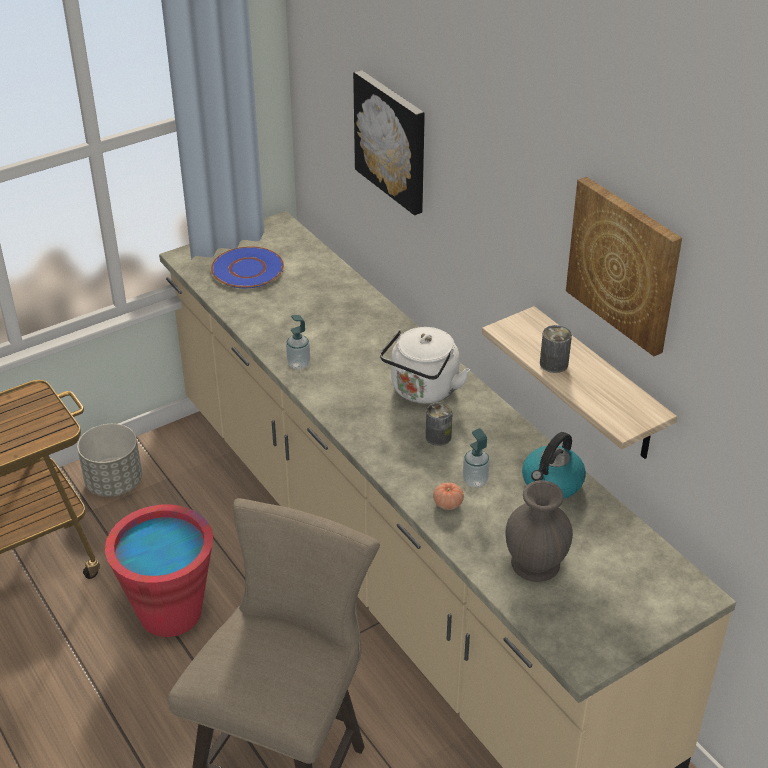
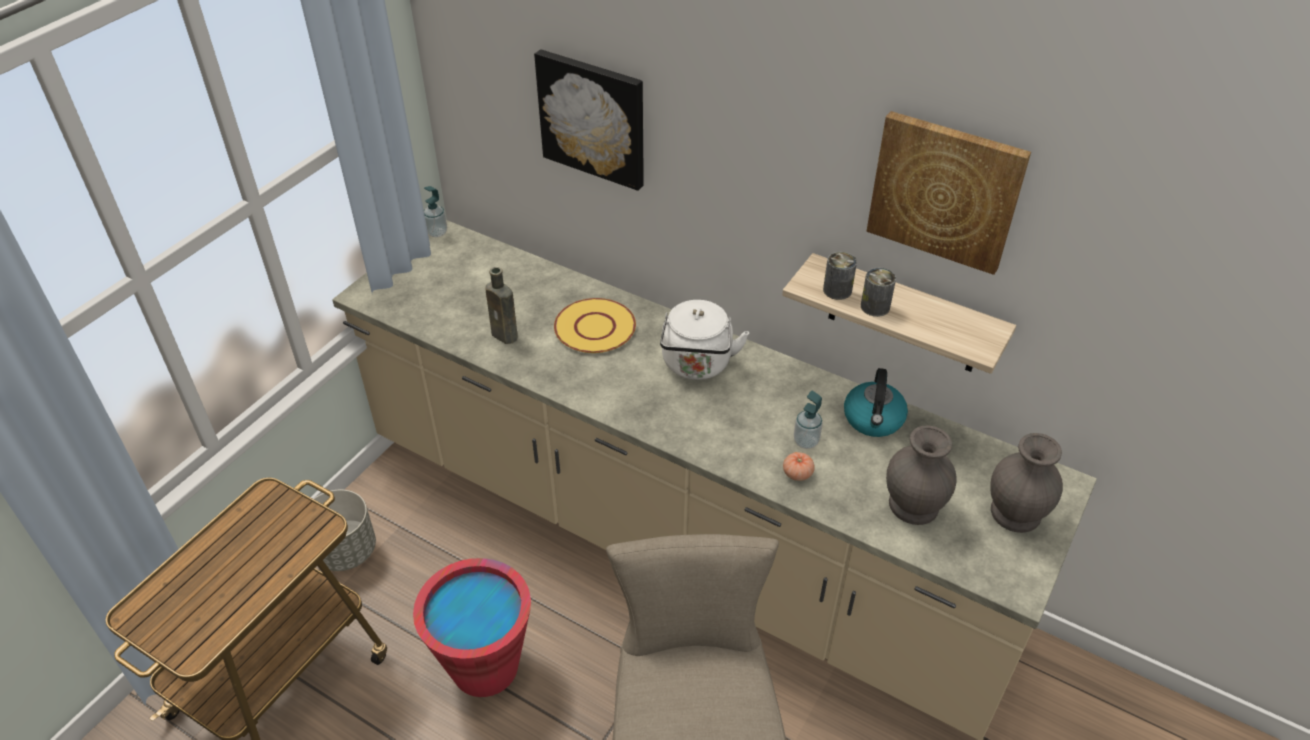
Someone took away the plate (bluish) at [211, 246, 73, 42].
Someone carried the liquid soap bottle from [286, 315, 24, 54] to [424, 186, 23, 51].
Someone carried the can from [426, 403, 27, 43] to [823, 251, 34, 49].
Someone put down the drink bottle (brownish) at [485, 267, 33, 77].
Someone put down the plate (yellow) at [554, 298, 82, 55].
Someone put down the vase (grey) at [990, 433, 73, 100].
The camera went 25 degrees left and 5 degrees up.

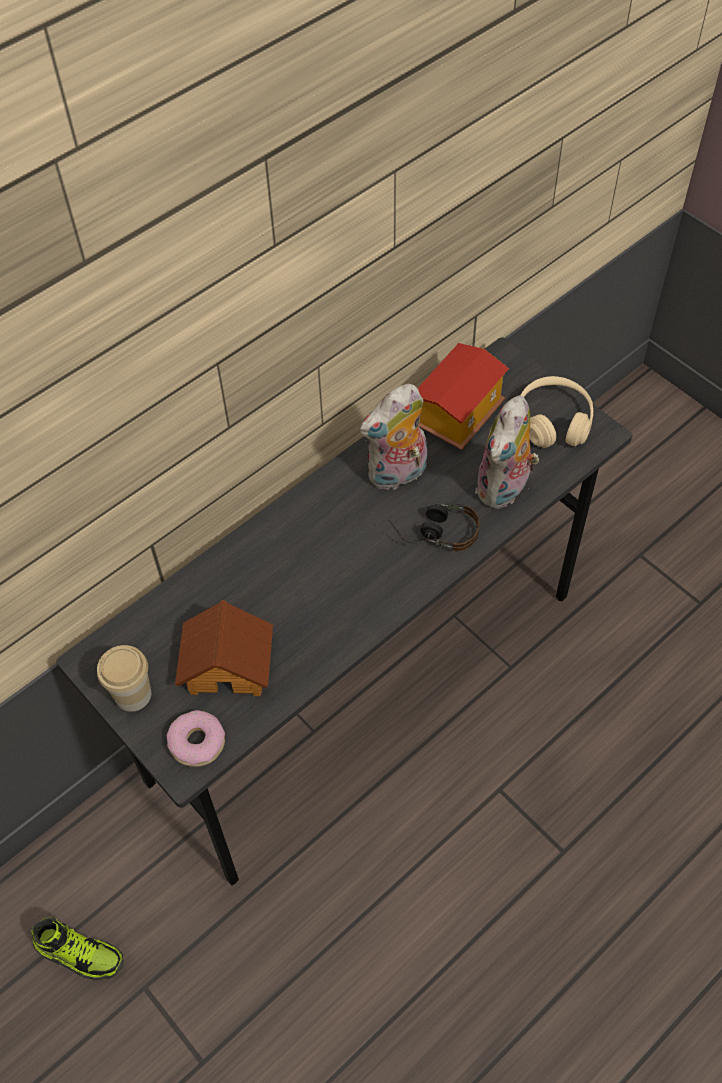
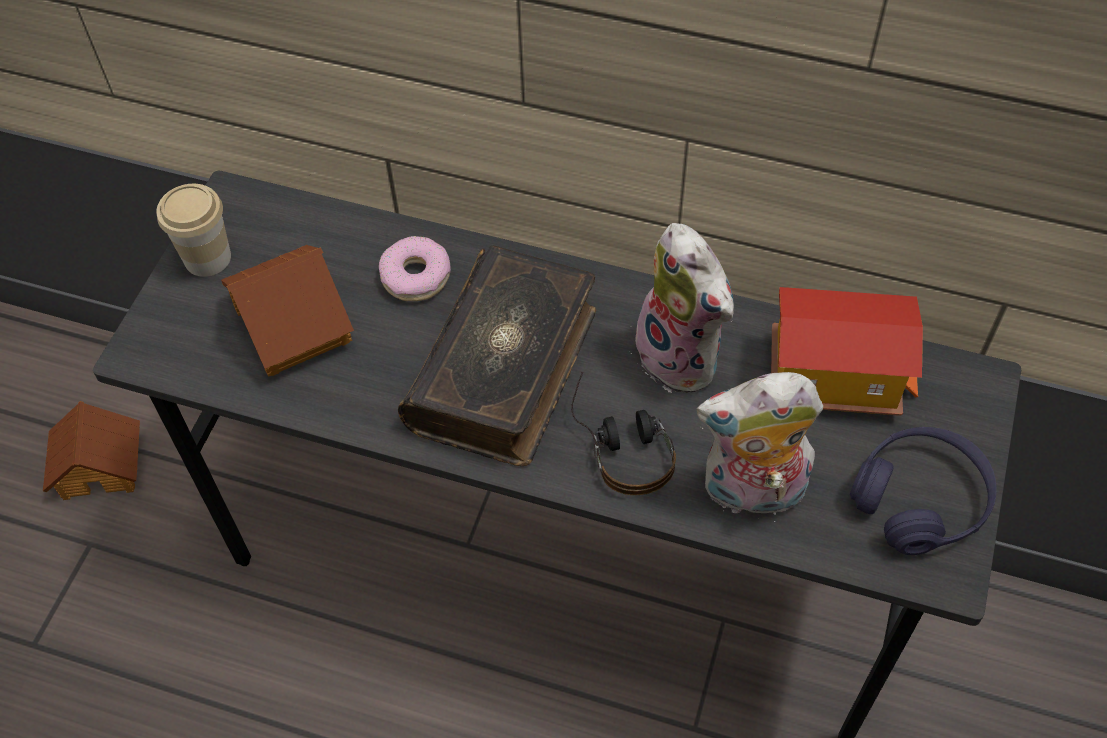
Someone repainted the headset (beige-coloured) at [520, 376, 73, 72], which became the headset (purple-coloured) at [850, 427, 147, 128].
Someone rotated the plush toy at [360, 384, 69, 106] by 150 degrees counterclockwise.
Someone carried the ring doughnut from [167, 710, 58, 57] to [379, 236, 72, 65].
Someone swapped the low shoe at [32, 917, 92, 63] for the miniature house at [43, 401, 97, 99].
Someone put down the bound book at [398, 245, 198, 221].
The camera went 60 degrees right and 0 degrees up.

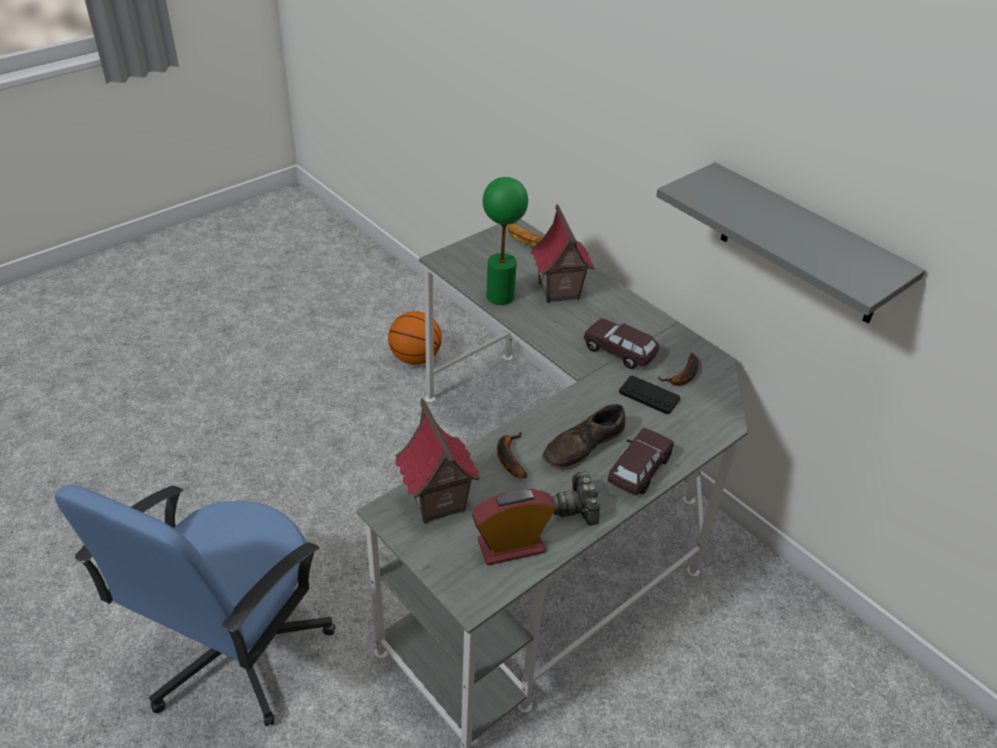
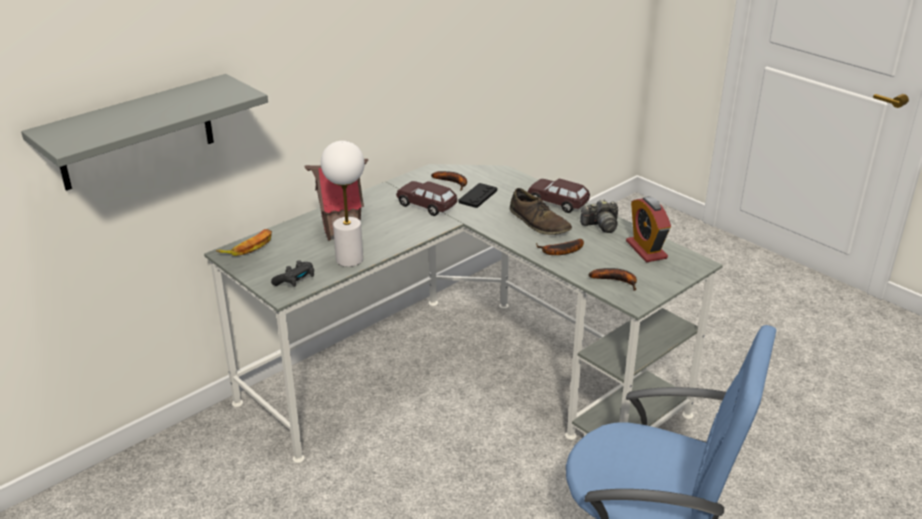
Someone carried the bracket shelf (grey) from [656, 162, 270, 161] to [21, 74, 247, 117].
Someone repainted the lamp for a table (greenish) at [483, 177, 45, 128], which became the lamp for a table (whitish) at [321, 141, 43, 126].
Someone took away the basketball ball at [388, 311, 54, 54].
Someone rotated the toy car (brownish) at [584, 319, 75, 50] by 90 degrees clockwise.
Someone swapped the miniature house at [395, 398, 85, 126] for the banana at [588, 268, 49, 23].
Someone put down the game controller (blackish) at [271, 260, 43, 27].
The camera went 90 degrees left and 10 degrees down.

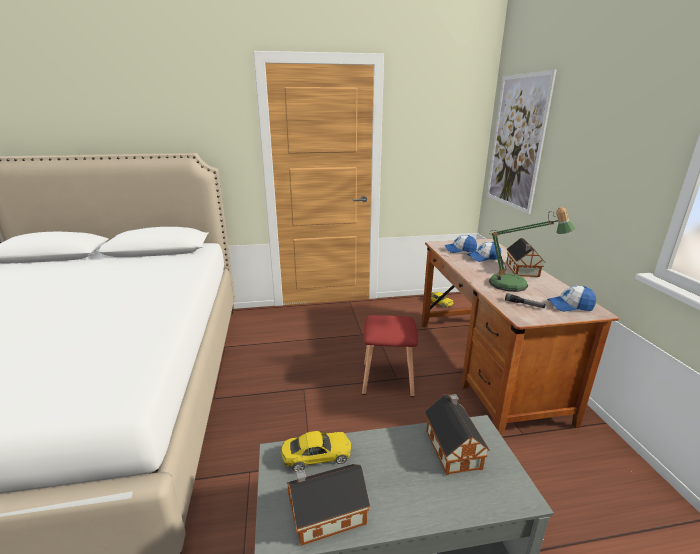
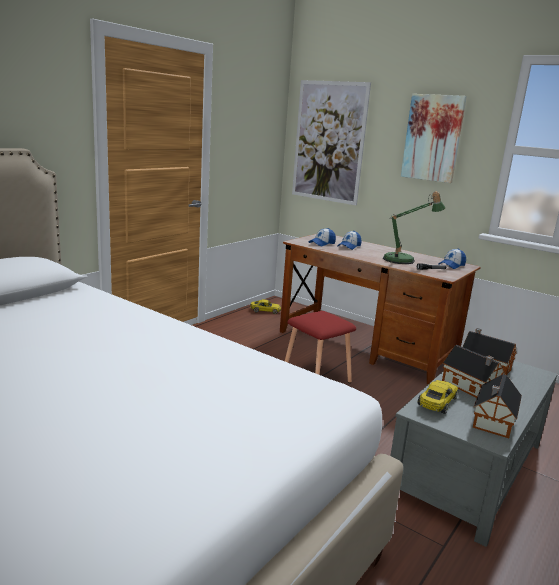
Someone carried the miniature house from [506, 238, 40, 39] to [442, 345, 64, 53].
Someone put up the picture at [401, 94, 66, 89].
The camera went 45 degrees left and 5 degrees down.

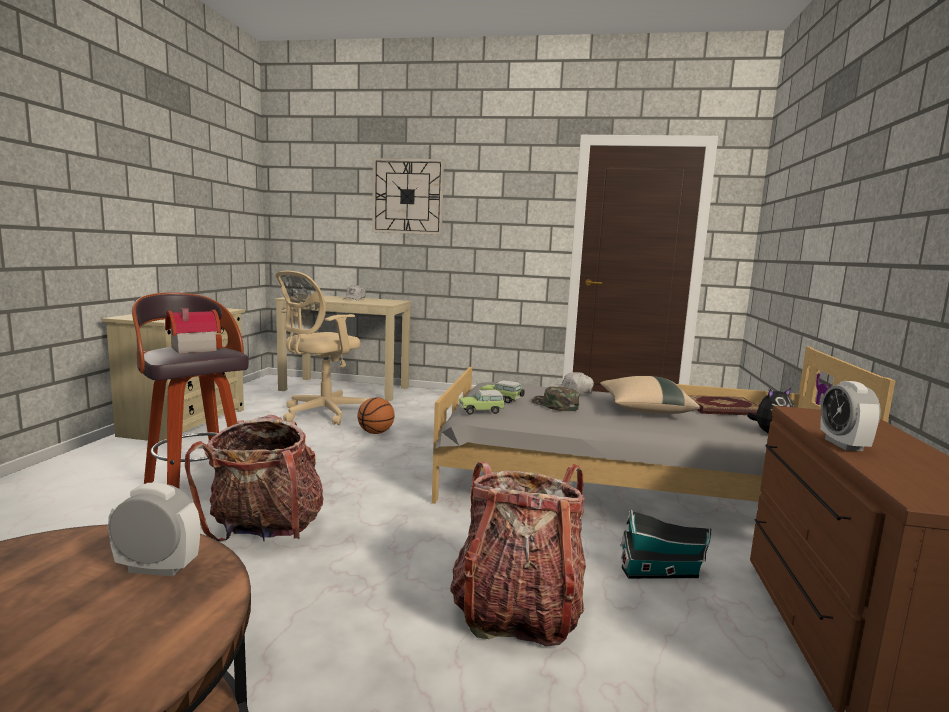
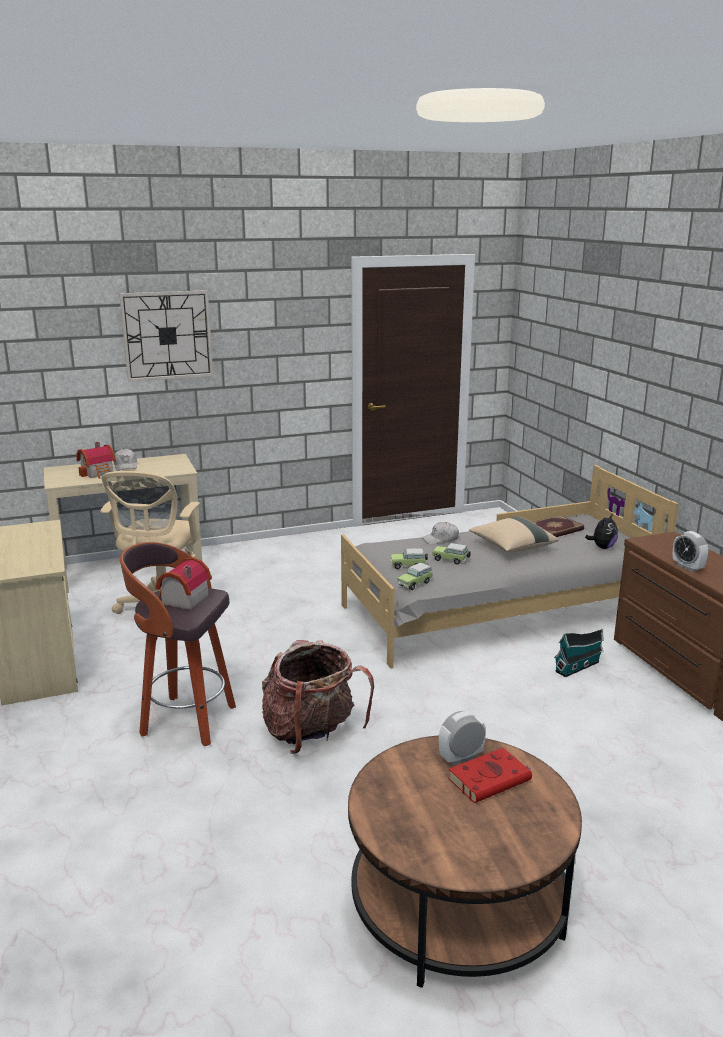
Someone swapped the cap (greenish) at [532, 387, 47, 24] for the toy car at [432, 543, 39, 22].
Someone took away the basketball ball at [357, 397, 38, 37].
Someone took away the rucksack at [450, 462, 136, 185].
Someone put down the miniature house at [77, 442, 39, 37].
Someone put down the bound book (red) at [448, 748, 84, 55].
The camera went 30 degrees left and 10 degrees up.

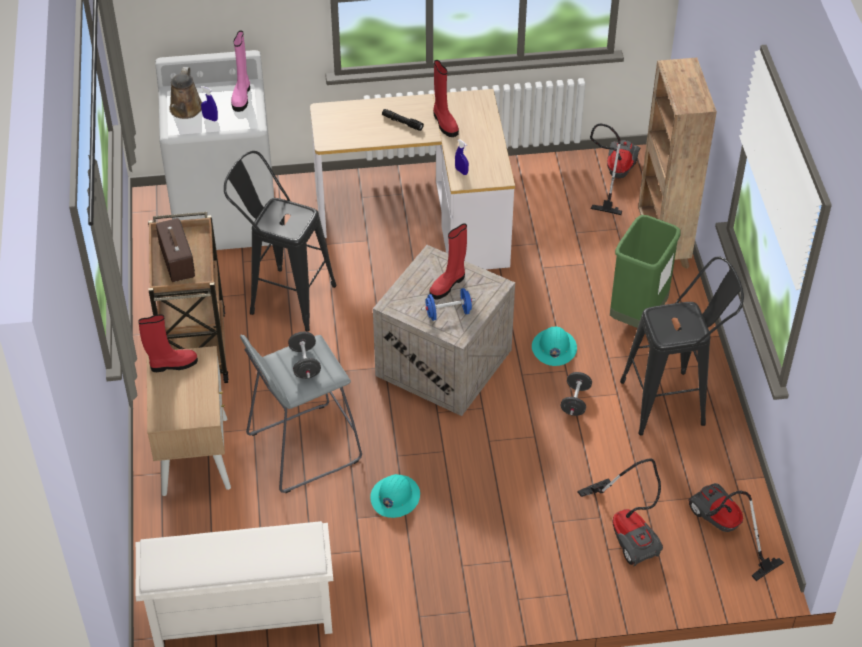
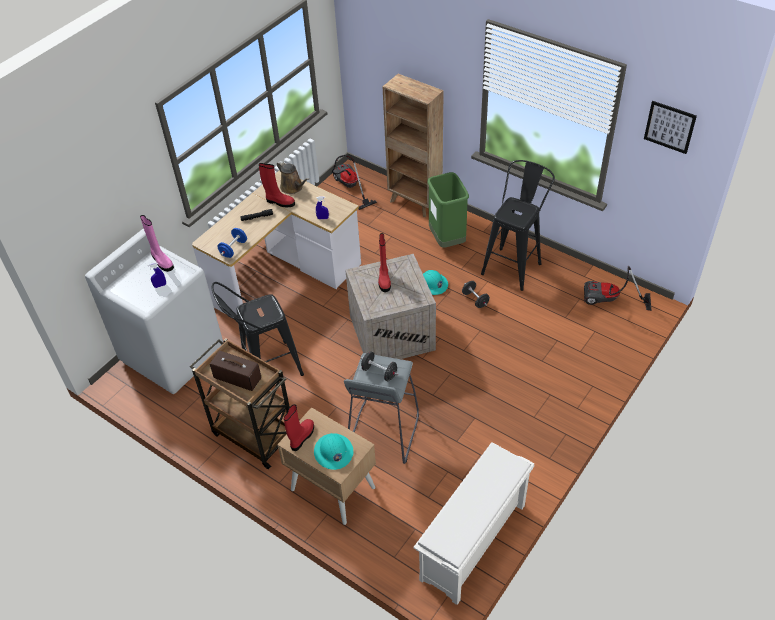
Someone carried the watering pot (brownish) from [169, 67, 33, 52] to [277, 161, 32, 33].
Someone carried the free weight (bluish) from [421, 288, 55, 33] to [218, 228, 29, 30].
Someone took away the hoover at [578, 458, 85, 109].
Someone carried the hard hat (turquoise) from [370, 474, 50, 44] to [314, 433, 39, 37].
Someone put up the picture at [644, 101, 53, 53].
The camera went 45 degrees left and 0 degrees up.

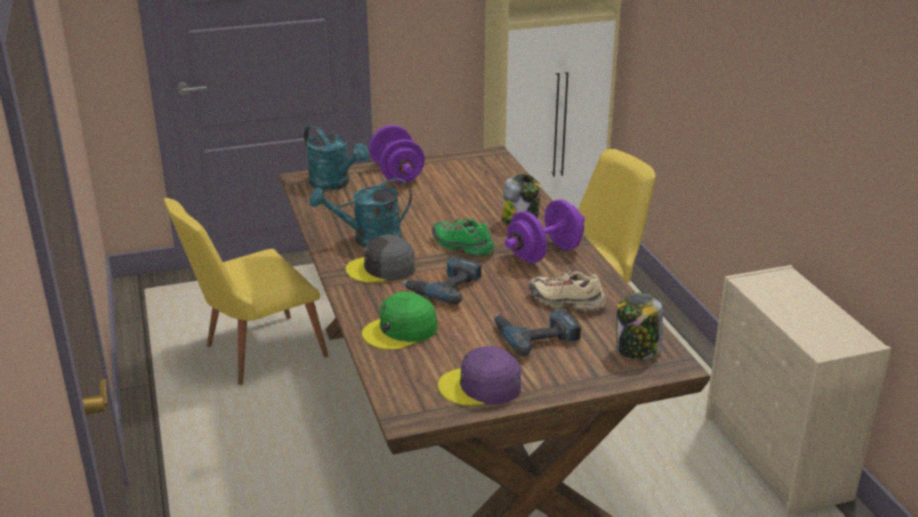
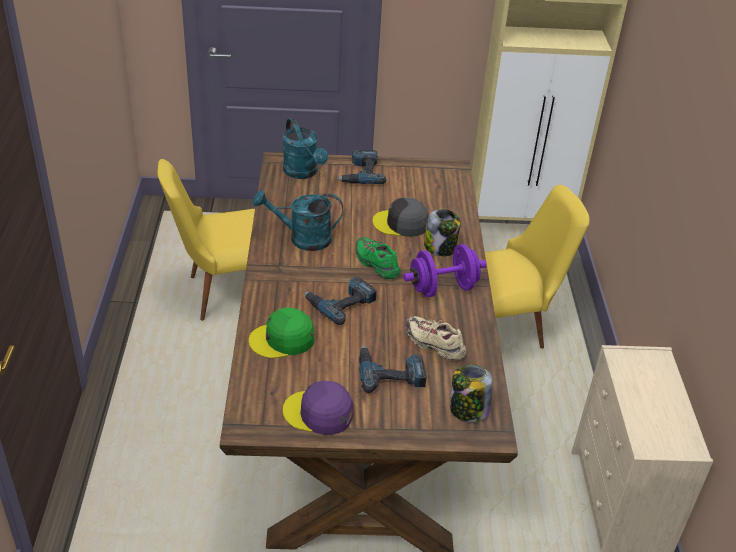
Someone swapped the free weight (purple-coloured) at [369, 125, 56, 59] for the drill at [337, 150, 50, 34].
Someone carried the cap (grey) from [346, 235, 69, 48] to [372, 197, 57, 40].
The camera went 15 degrees right and 10 degrees up.

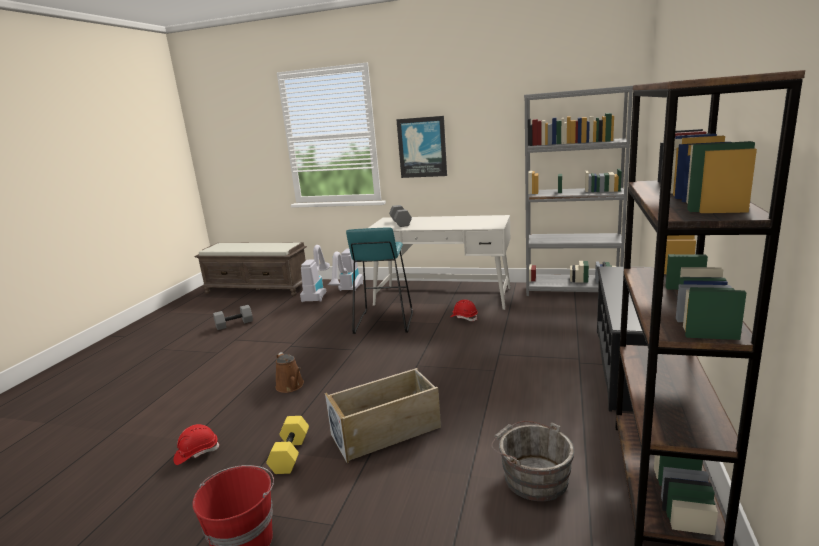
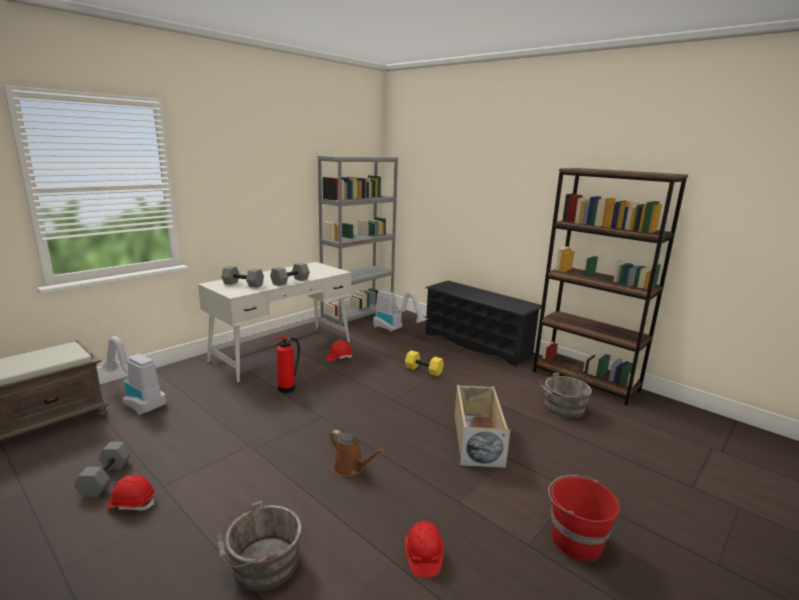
Someone took away the picture at [396, 116, 51, 62].
Someone swapped the stool seat (turquoise) at [346, 227, 67, 107] for the extinguisher at [275, 337, 25, 56].
Someone carried the hoover from [328, 248, 35, 43] to [373, 290, 54, 42].
Someone rotated the watering pot (brownish) at [275, 352, 29, 41] by 45 degrees clockwise.
Someone carried the free weight (yellow) from [266, 416, 43, 58] to [405, 350, 39, 26].
Someone put down the free weight (grey) at [270, 262, 40, 24].
Someone put down the hard hat (red) at [106, 475, 49, 36].
Someone put down the bucket (grey) at [216, 501, 86, 90].
The camera went 65 degrees left and 0 degrees up.

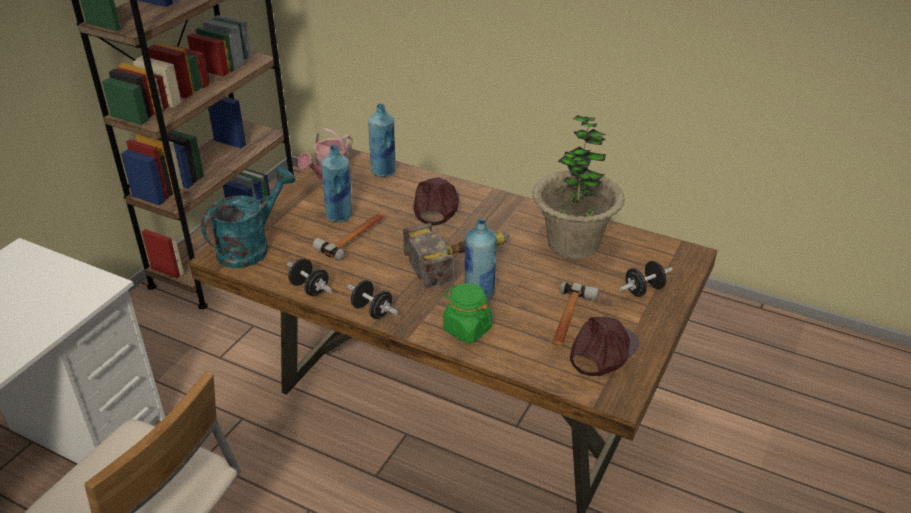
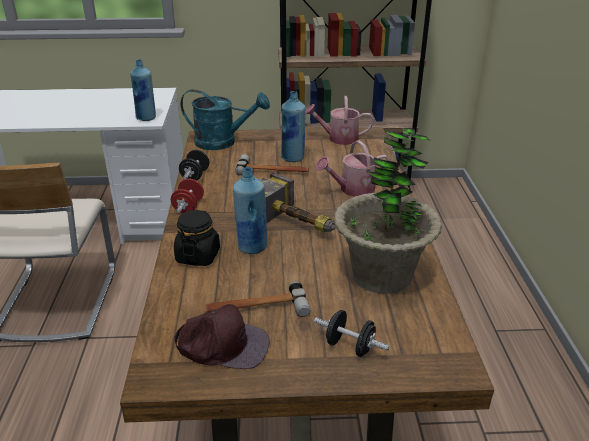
Someone carried the drink bottle (bluish) from [368, 104, 28, 73] to [130, 59, 26, 62].
Someone swapped the cap (brownish) at [413, 178, 46, 47] for the watering pot at [315, 140, 75, 57].
Someone repainted the free weight (blackish) at [347, 280, 51, 39], which became the free weight (red) at [171, 179, 33, 34].
Someone repainted the storage jar (greenish) at [443, 283, 49, 60], which became the storage jar (blackish) at [174, 210, 46, 56].
The camera went 60 degrees right and 5 degrees down.

